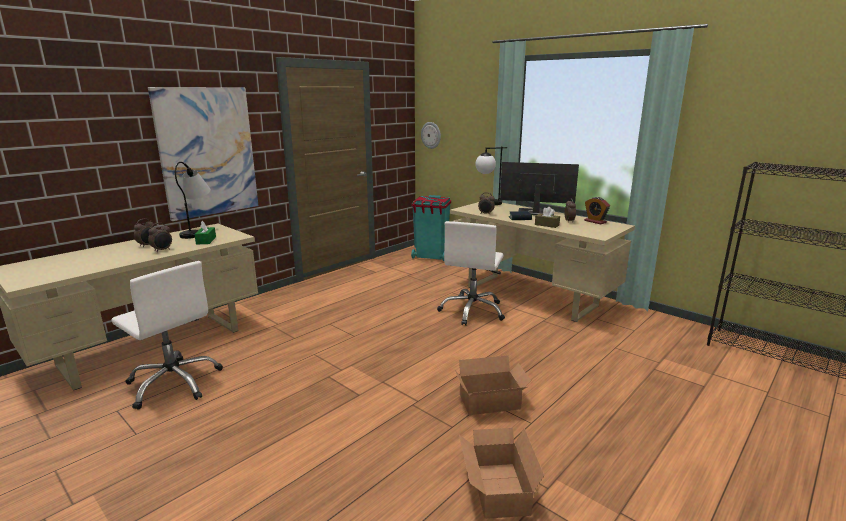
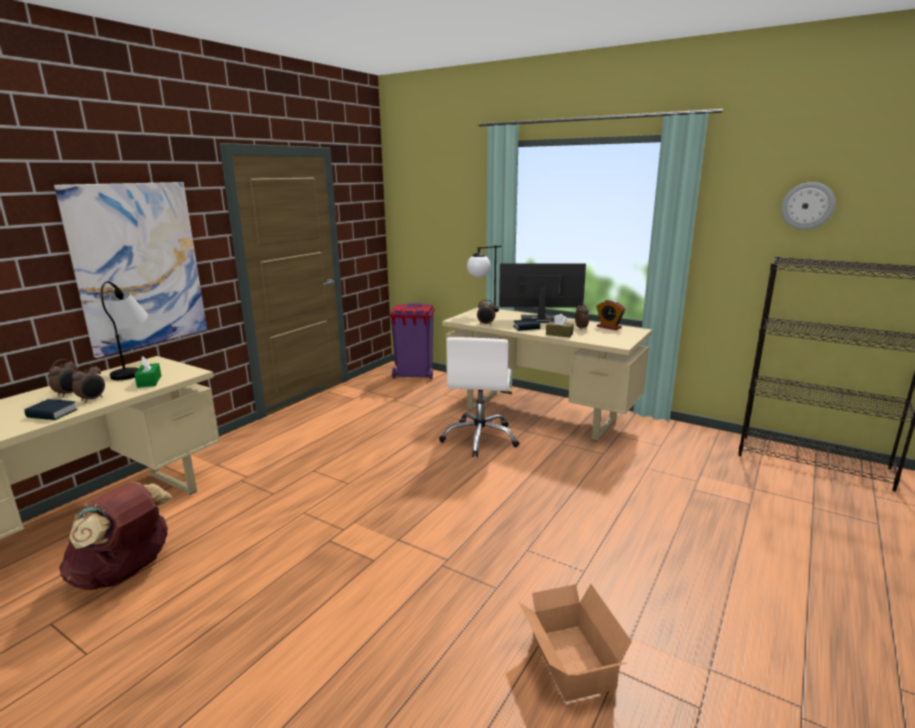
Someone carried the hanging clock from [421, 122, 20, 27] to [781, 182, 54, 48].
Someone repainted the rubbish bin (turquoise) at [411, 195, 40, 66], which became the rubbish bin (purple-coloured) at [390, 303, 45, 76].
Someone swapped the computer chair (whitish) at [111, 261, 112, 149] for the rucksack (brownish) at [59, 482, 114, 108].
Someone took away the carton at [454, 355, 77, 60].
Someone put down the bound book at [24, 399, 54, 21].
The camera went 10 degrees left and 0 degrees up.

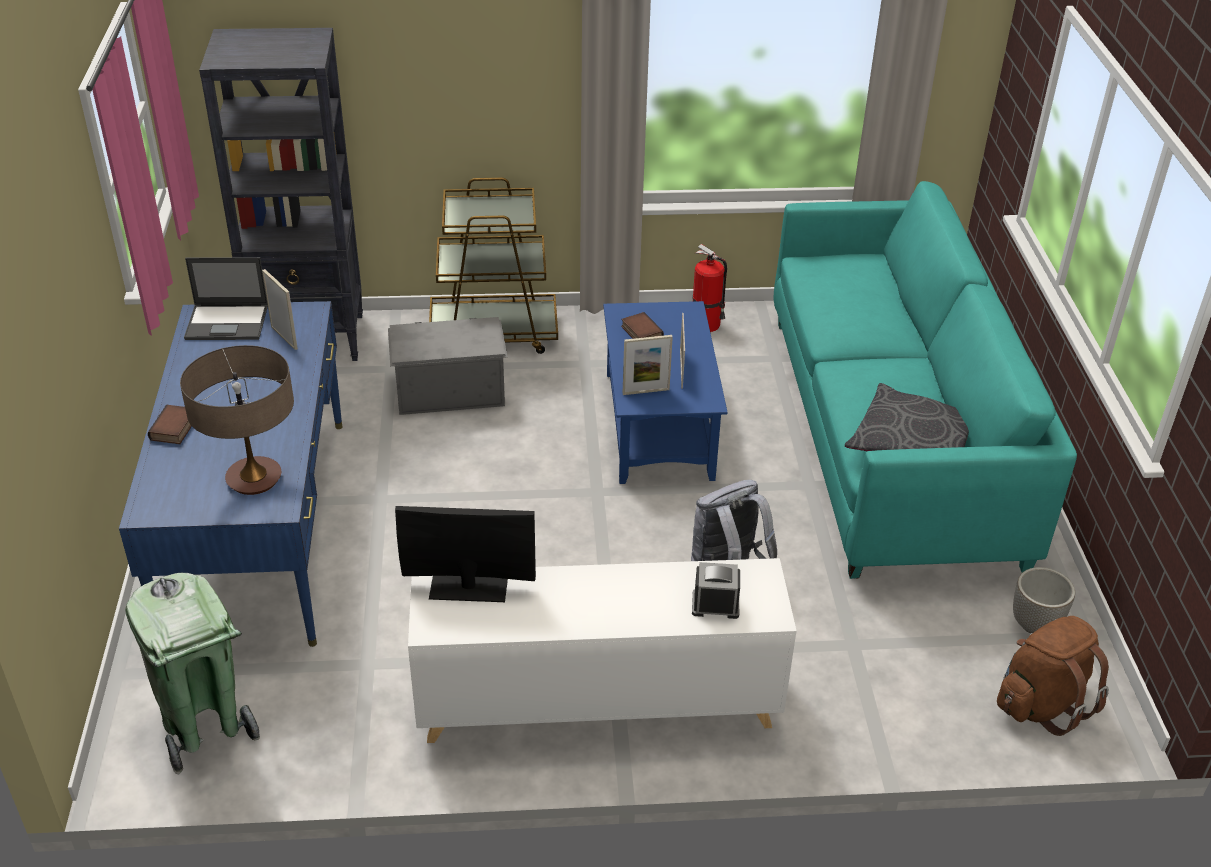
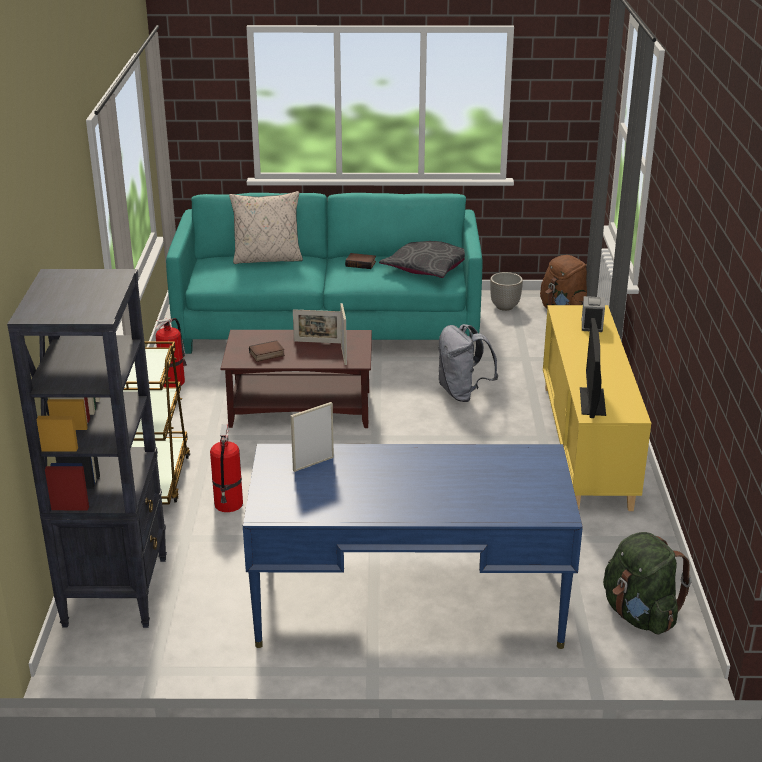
Someone took away the laptop at [184, 257, 84, 83].
Someone repainted the lounge table (bluish) at [603, 301, 125, 183], which became the lounge table (brownish) at [220, 330, 152, 98].
Someone swapped the storage container (grey) at [388, 317, 119, 98] for the extinguisher at [210, 424, 33, 88].
Someone took away the lamp for a table at [180, 345, 114, 150].
Someone carried the bound book from [148, 405, 44, 39] to [345, 253, 31, 16].
Someone repainted the cupboard (whitish) at [408, 558, 389, 185], which became the cupboard (yellow) at [543, 305, 108, 206].
Someone swapped the rubbish bin (greenish) at [125, 573, 135, 201] for the rucksack (greenish) at [603, 532, 89, 103].
Someone put down the pillow (beige-coloured) at [229, 191, 74, 73].
The camera went 85 degrees left and 10 degrees down.

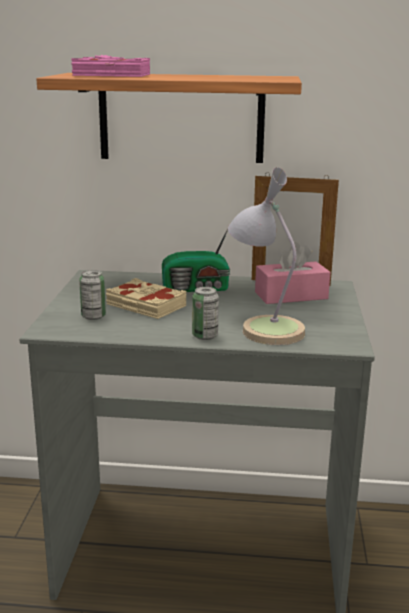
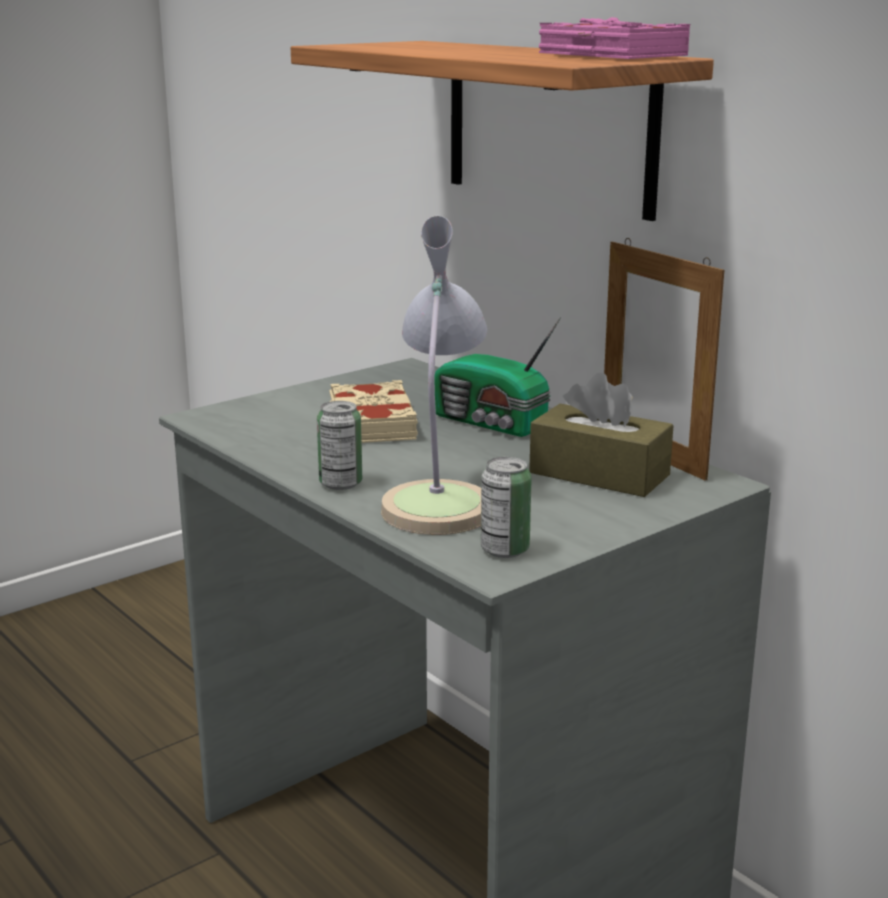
Someone carried the bound book (pink) from [71, 55, 79, 22] to [539, 17, 152, 42].
Someone repainted the box of tissues (pink) at [255, 242, 75, 62], which became the box of tissues (brownish) at [529, 372, 144, 125].
Someone carried the can from [79, 270, 27, 50] to [481, 457, 51, 101].
The camera went 45 degrees right and 0 degrees up.

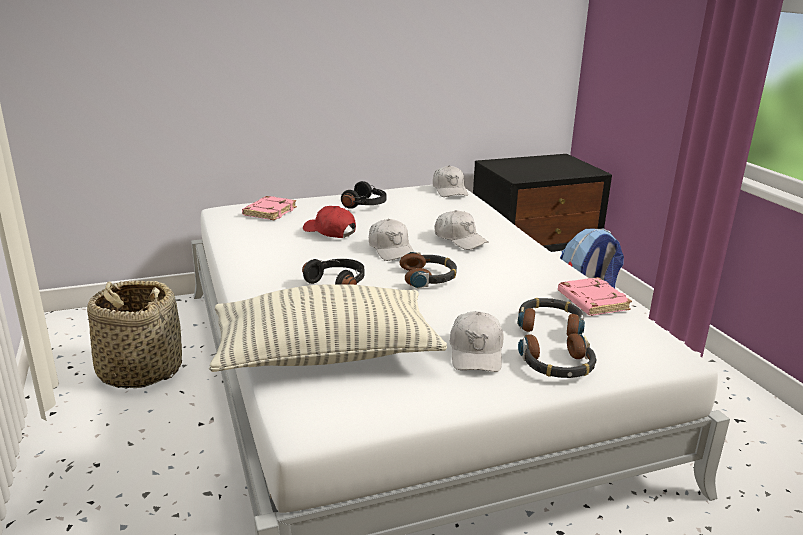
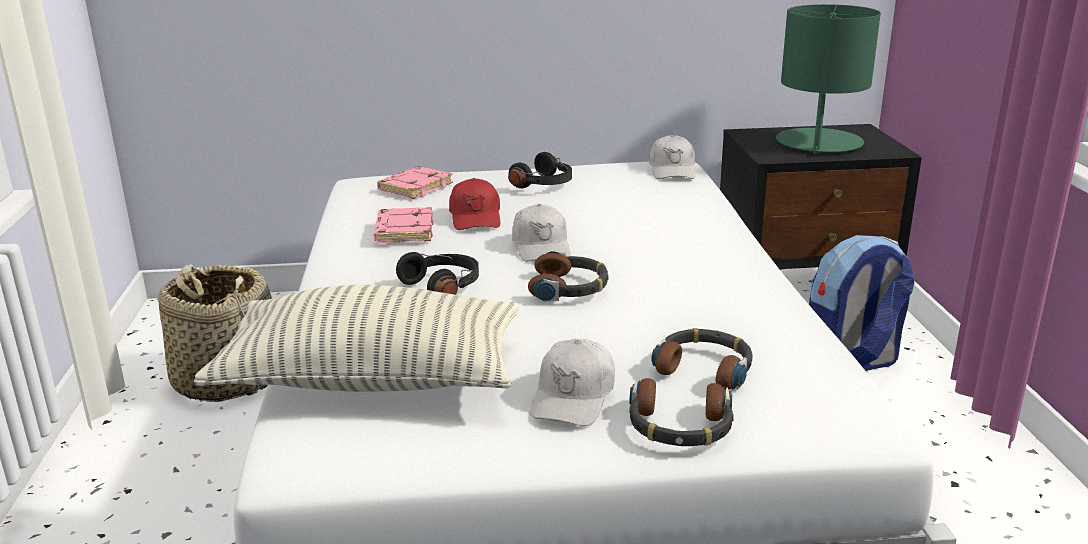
Someone rotated the cap (red) at [303, 206, 53, 32] by 150 degrees counterclockwise.
Someone took away the cap (whitish) at [434, 210, 55, 40].
Someone carried the bound book (pink) from [558, 277, 74, 39] to [373, 207, 61, 36].
Someone put down the lamp for a table (greenish) at [776, 4, 105, 151].
The camera went 15 degrees right and 0 degrees up.

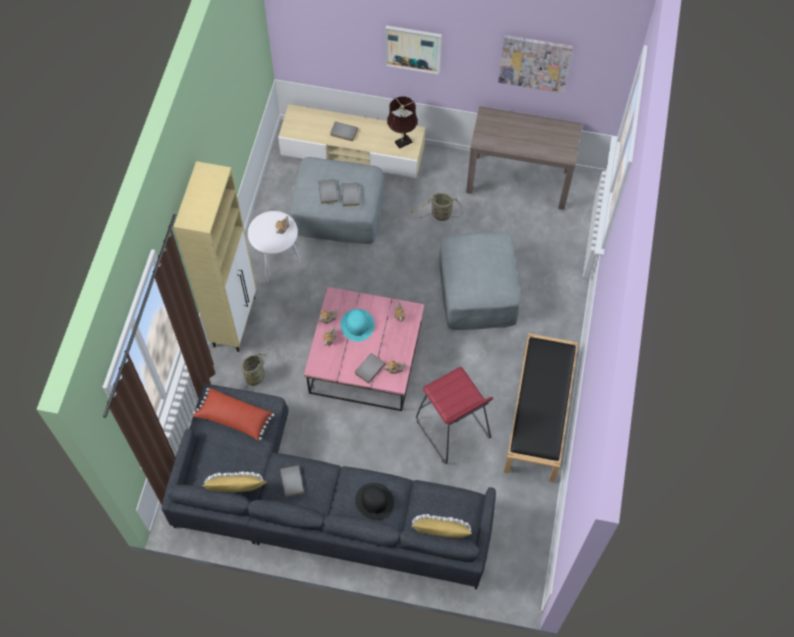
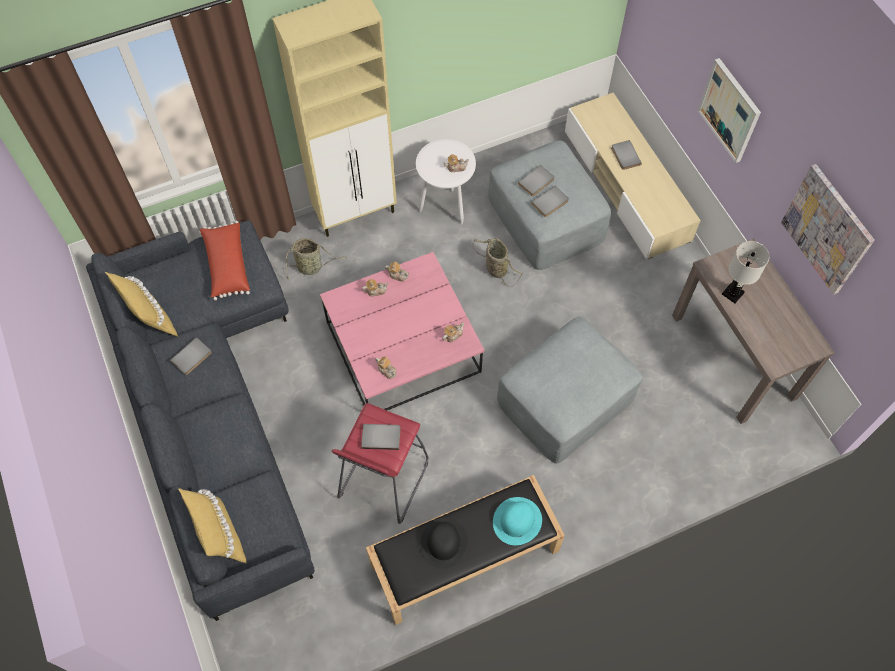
Someone took away the lamp for a table (brownish) at [387, 96, 31, 53].
Someone carried the basket from [411, 193, 51, 28] to [473, 238, 50, 49].
Someone carried the wearable hat (turquoise) from [340, 309, 35, 33] to [493, 497, 49, 48].
Someone carried the bound book (grey) from [355, 353, 31, 31] to [361, 424, 39, 26].
Someone carried the wearable hat (blackish) from [355, 483, 39, 37] to [420, 518, 48, 51].
Someone put down the lamp for a table (whitish) at [722, 241, 47, 62].
The camera went 55 degrees right and 0 degrees up.

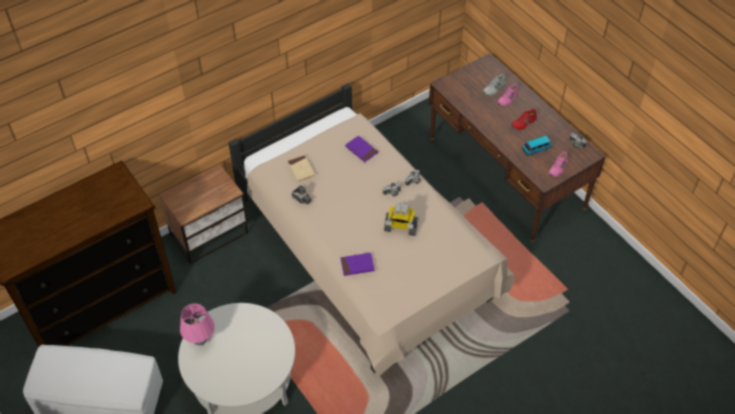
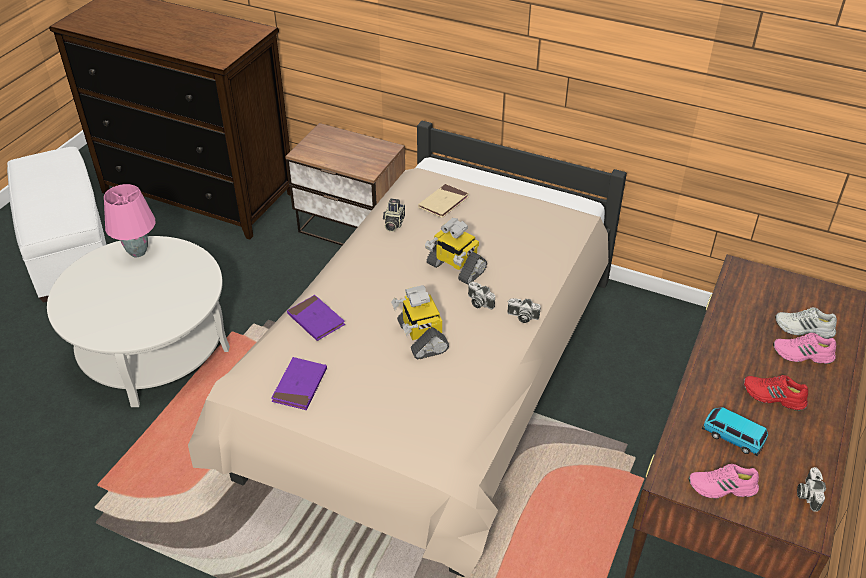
Someone carried the bound book (purple-coloured) from [345, 136, 33, 26] to [271, 357, 56, 53].
Someone put down the robot figure at [425, 218, 62, 67].
The camera went 60 degrees right and 10 degrees down.

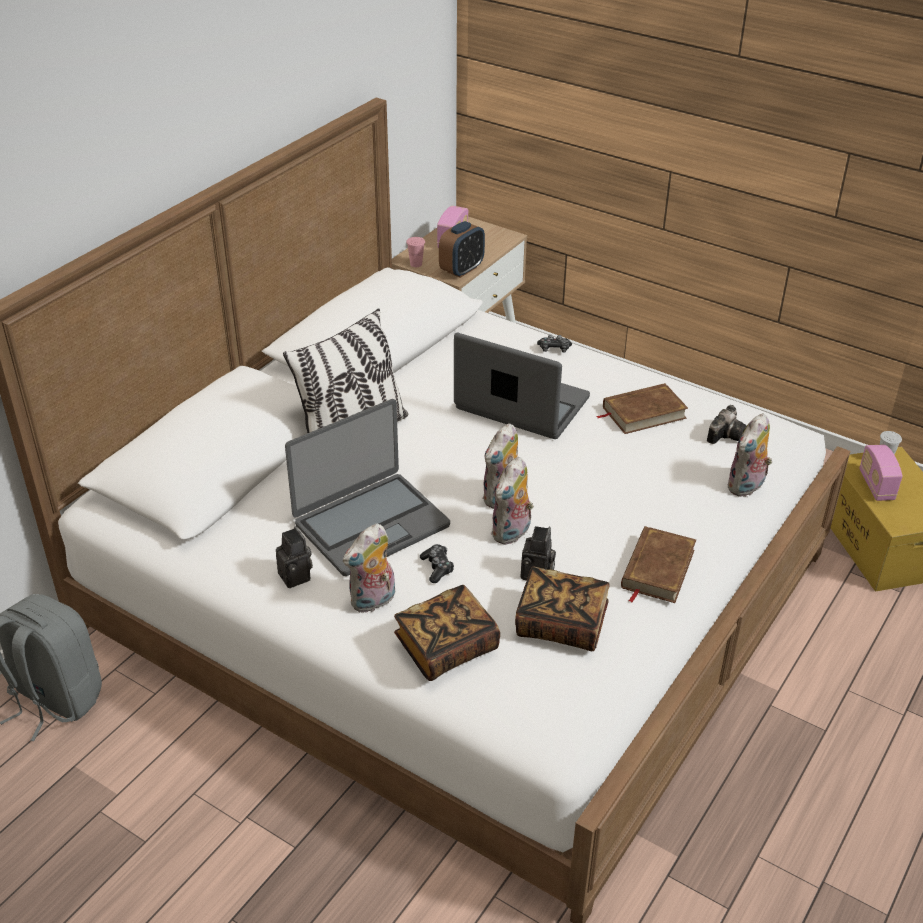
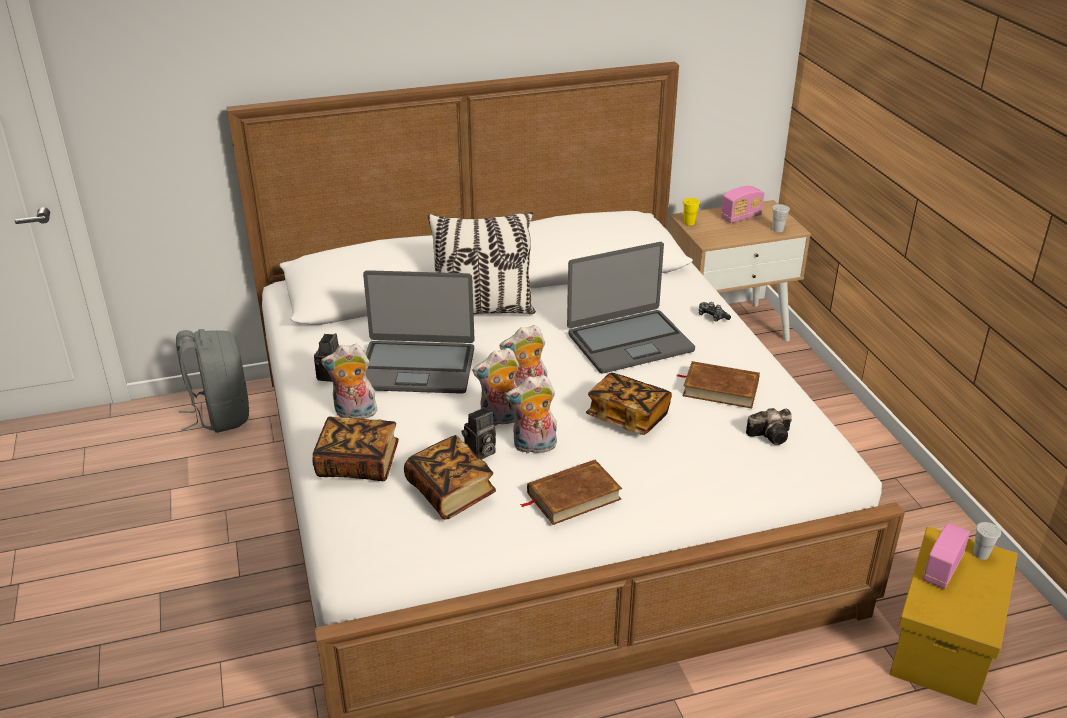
Someone took away the table clock at [439, 221, 46, 57].
Someone repainted the cup (pink) at [406, 237, 19, 30], which became the cup (yellow) at [683, 198, 17, 28].
Someone rotated the laptop at [454, 333, 136, 106] by 90 degrees clockwise.
Someone carried the plush toy from [728, 413, 44, 84] to [505, 375, 52, 79].
Someone took away the game controller at [420, 544, 34, 39].
Someone put down the cup (whitish) at [772, 204, 18, 28].
Someone put down the bound book at [586, 373, 86, 62].
The camera went 40 degrees right and 5 degrees down.

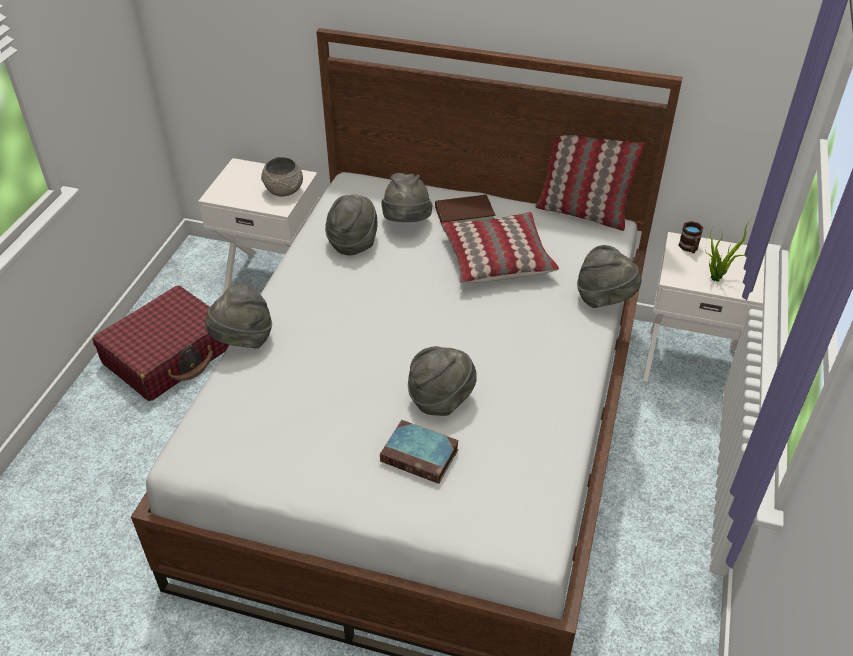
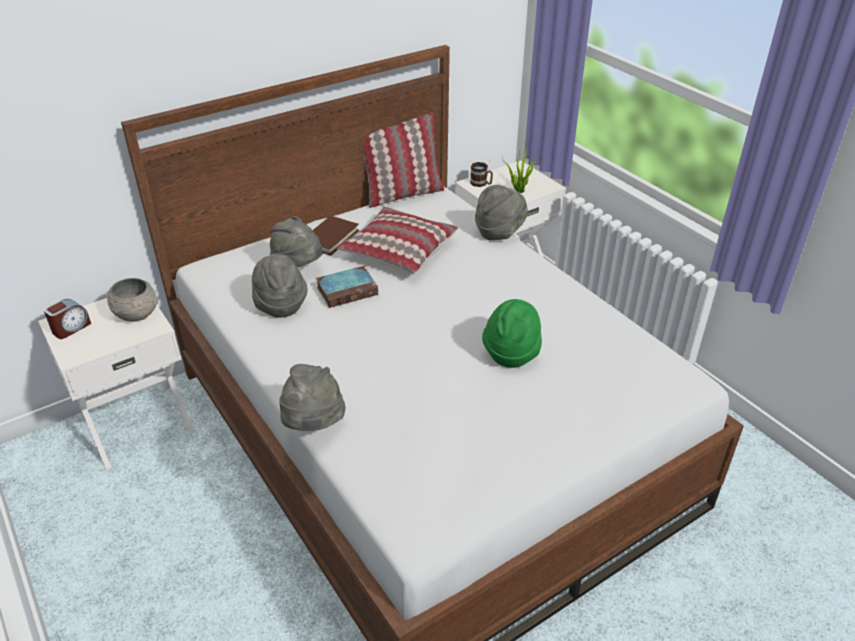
Someone took away the piece of luggage (red) at [92, 285, 137, 116].
Someone repainted the wearable hat (grey) at [408, 346, 69, 70], which became the wearable hat (greenish) at [482, 299, 60, 69].
Someone carried the bound book from [380, 420, 79, 64] to [316, 266, 62, 42].
Someone put down the table clock at [44, 299, 47, 40].
The camera went 50 degrees left and 5 degrees down.

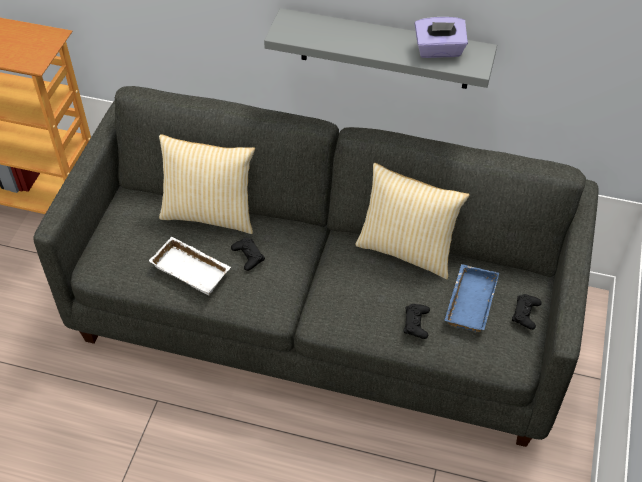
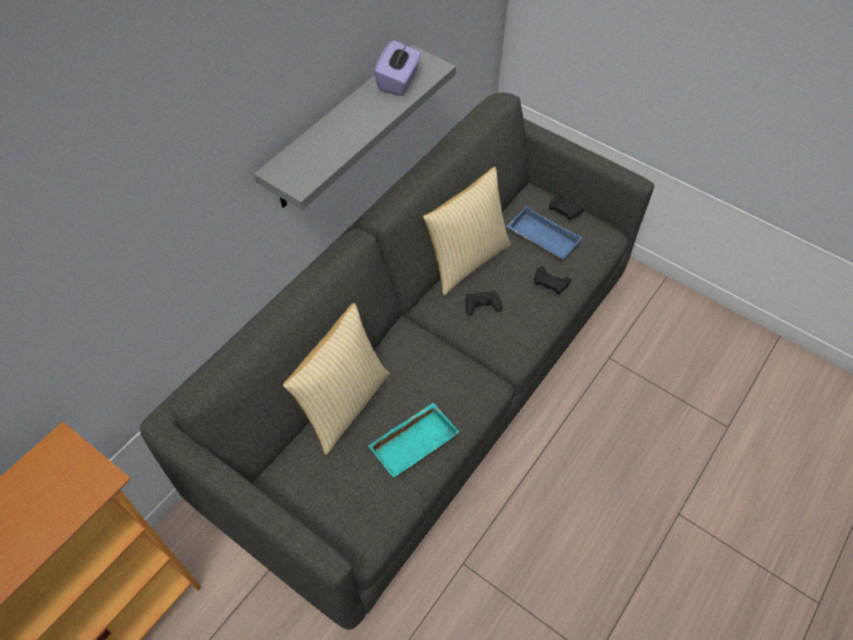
Someone repainted the tray (whitish) at [149, 236, 82, 59], which became the tray (turquoise) at [368, 403, 91, 74].
Someone carried the game controller (blackish) from [231, 238, 34, 33] to [465, 291, 38, 24].
The camera went 70 degrees left and 5 degrees up.

